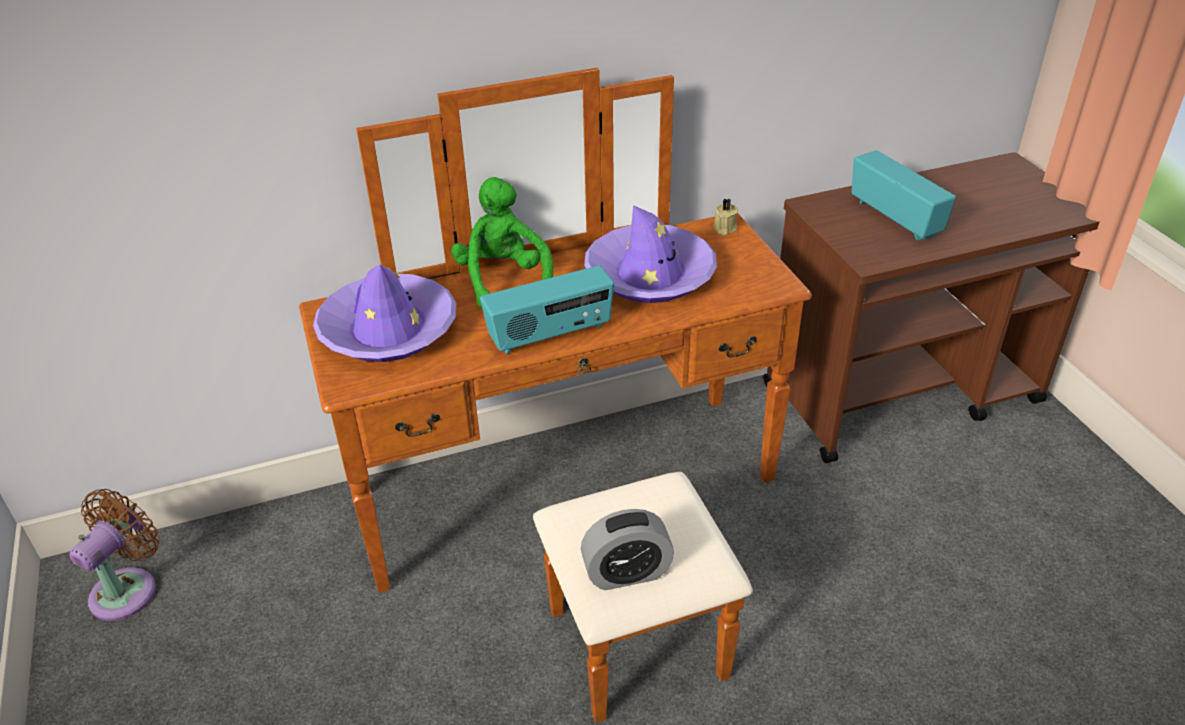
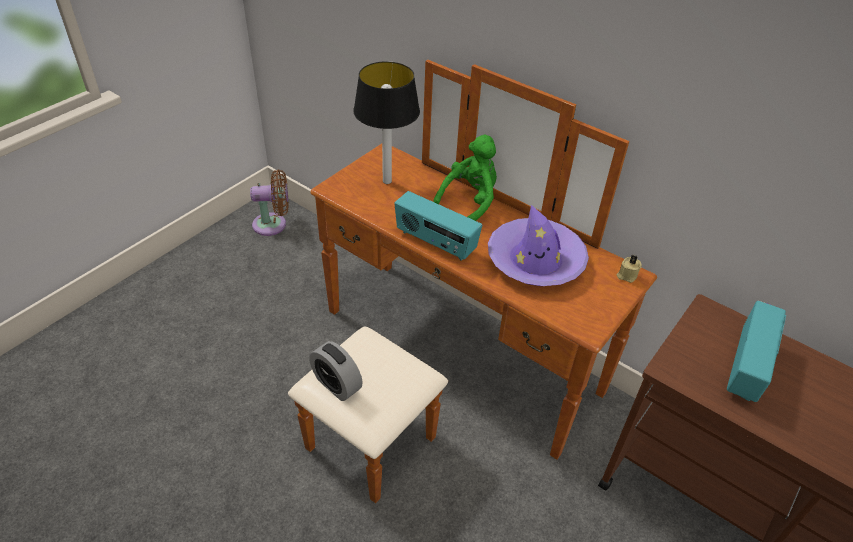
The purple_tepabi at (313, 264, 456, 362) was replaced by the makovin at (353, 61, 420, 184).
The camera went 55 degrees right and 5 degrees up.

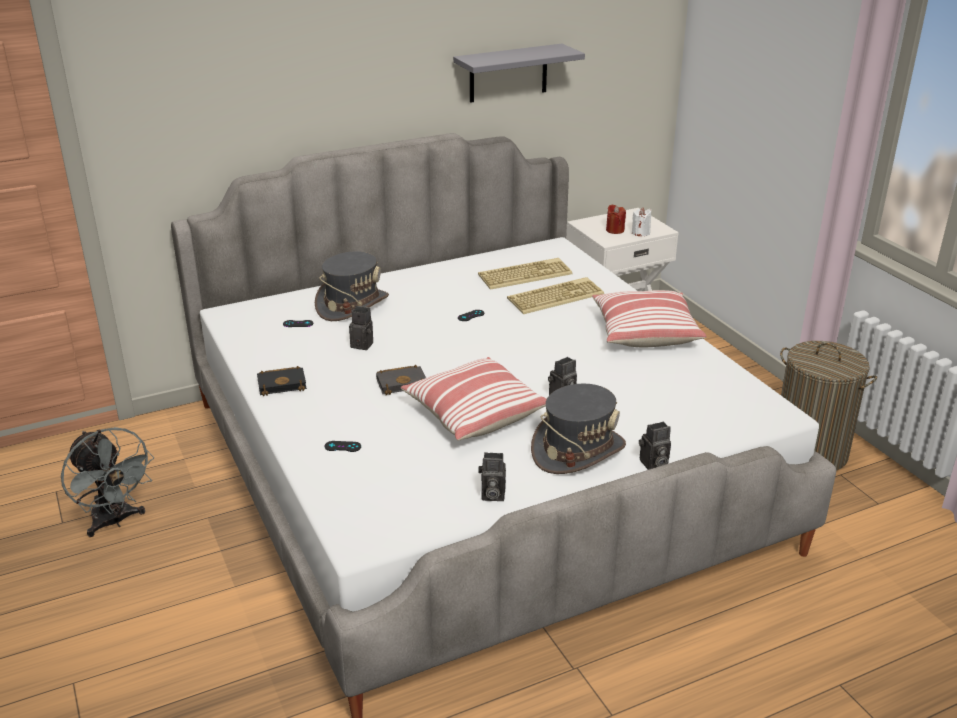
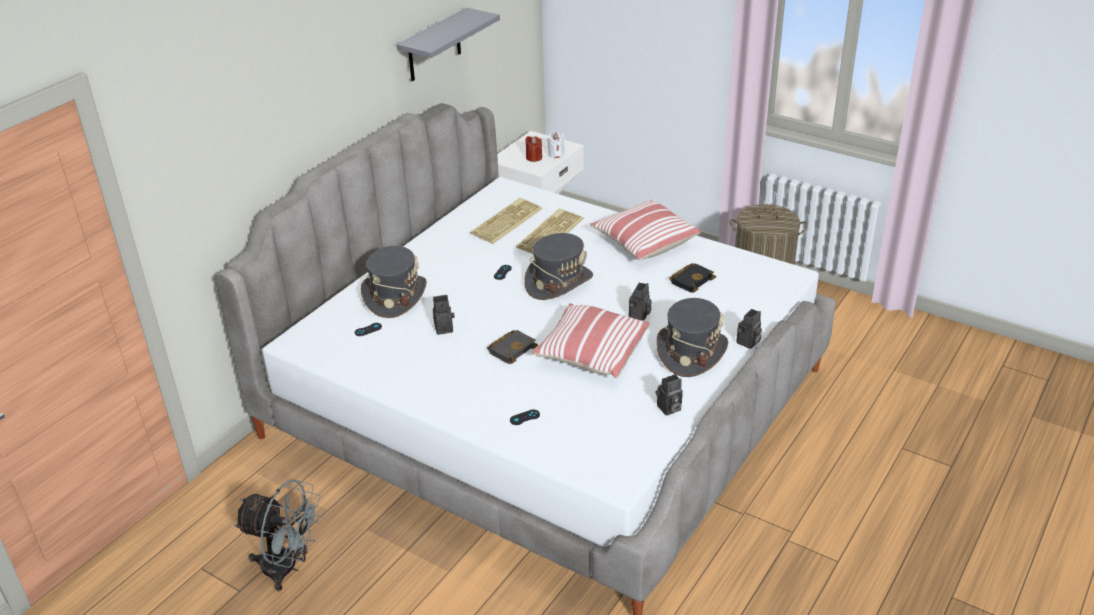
The grey_tepabi at (524, 233, 593, 300) appeared.
The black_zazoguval moved from (257, 366, 307, 396) to (669, 263, 716, 293).
The camera went 30 degrees left and 5 degrees up.

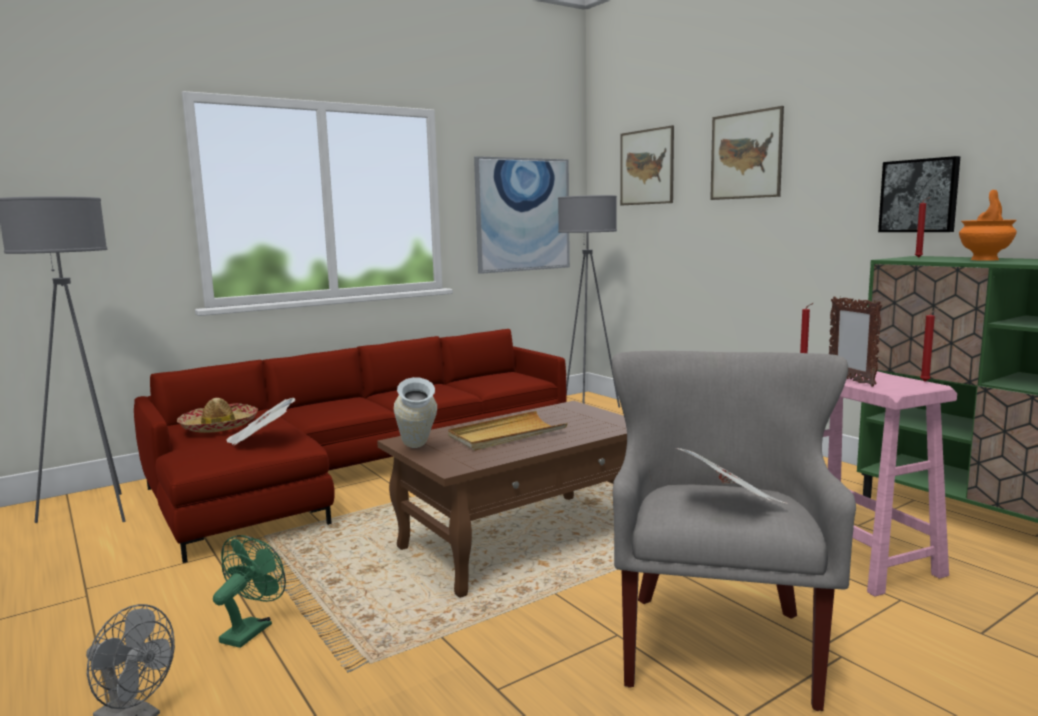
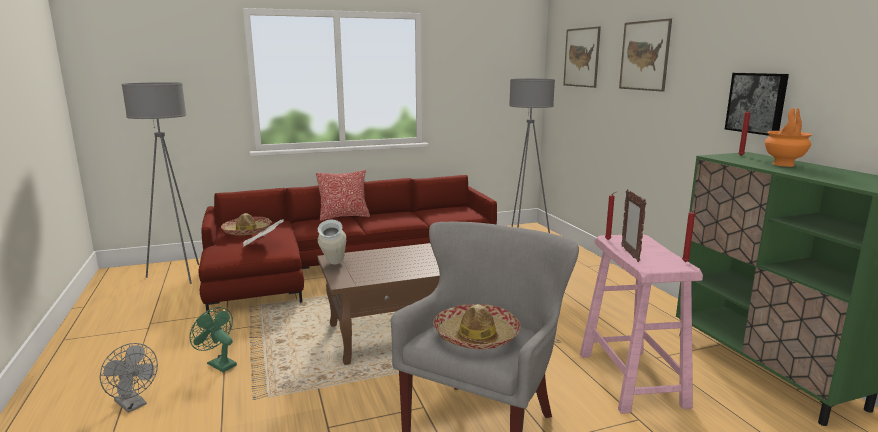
The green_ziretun at (213, 535, 286, 648) turned 90 degrees counterclockwise.
The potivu at (316, 170, 370, 221) appeared.
The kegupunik at (676, 448, 786, 503) was replaced by the tepabi at (433, 304, 521, 349).
The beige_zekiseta at (448, 411, 568, 451) disappeared.
The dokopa at (474, 156, 570, 274) disappeared.
The camera went 15 degrees right and 5 degrees up.

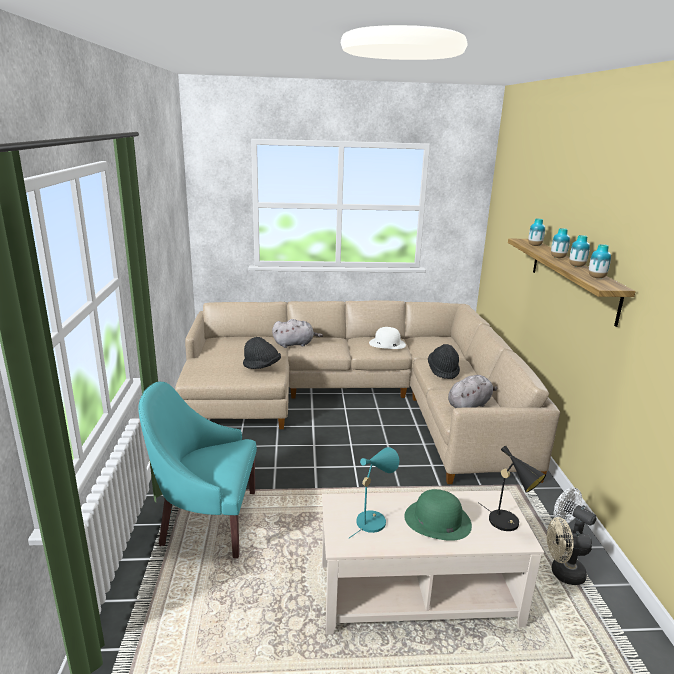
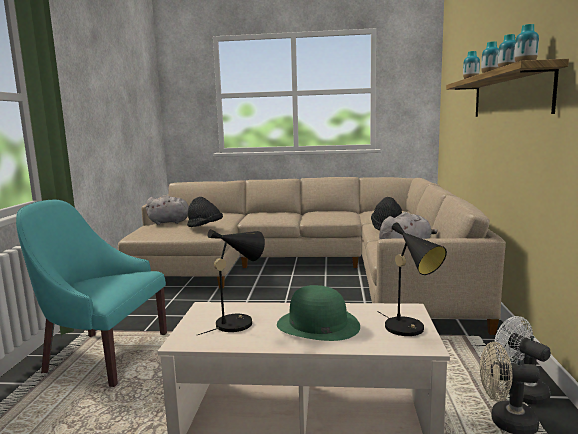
The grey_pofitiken moved from (272, 319, 323, 348) to (145, 195, 189, 225).
The turquoise_makovin at (349, 447, 399, 538) became the black_makovin at (198, 229, 265, 335).
The white_tepabi at (369, 327, 406, 349) disappeared.
The camera went 10 degrees right and 10 degrees down.

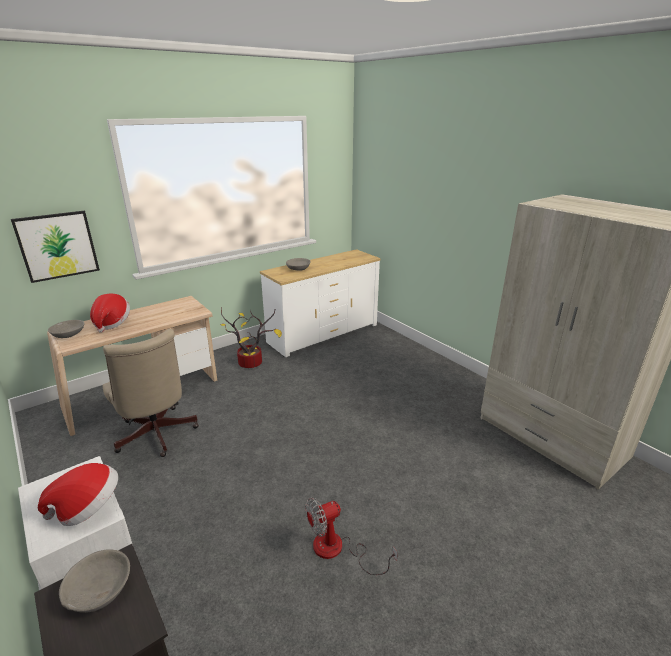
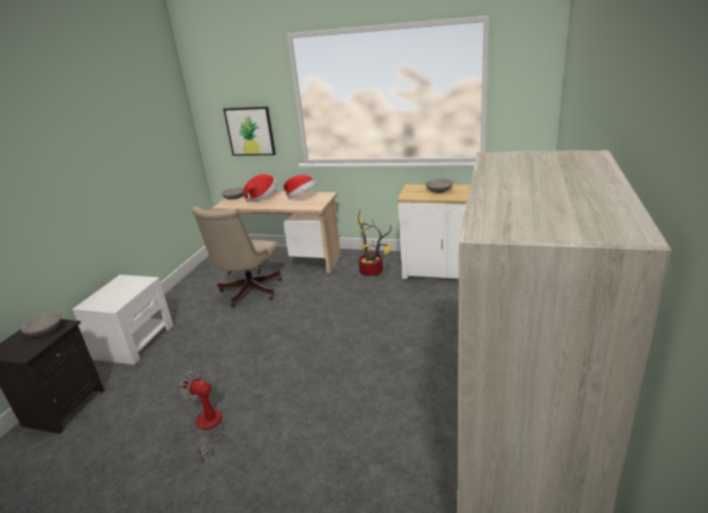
The tepabi moved from (38, 463, 118, 526) to (284, 175, 317, 199).
The camera went 55 degrees right and 0 degrees up.

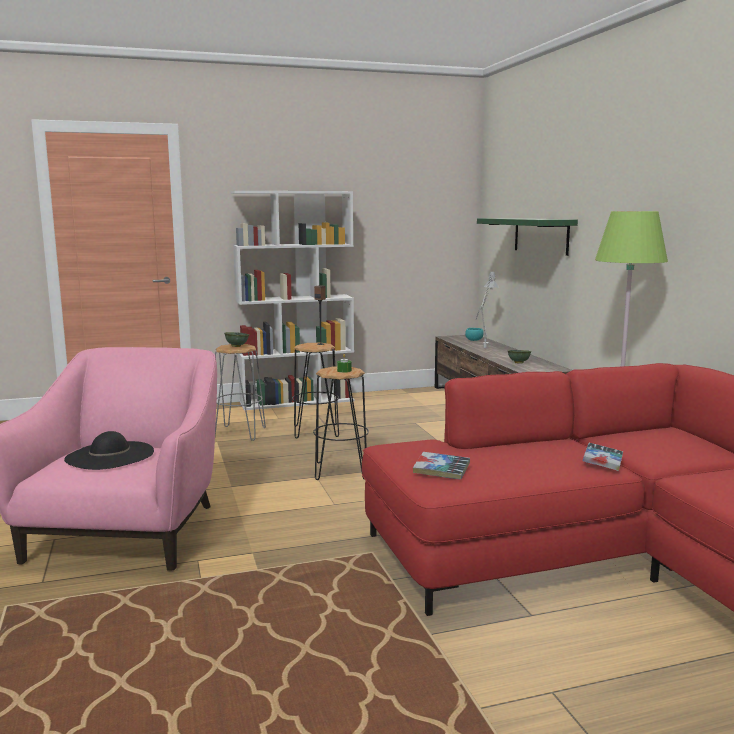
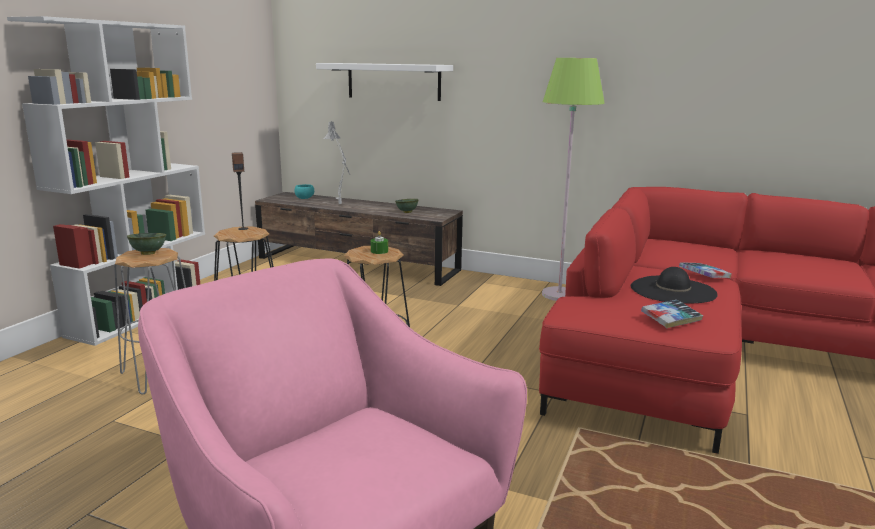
The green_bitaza at (477, 218, 578, 256) became the white_bitaza at (316, 63, 453, 101).
The black_tepabi moved from (64, 431, 154, 470) to (631, 267, 718, 304).
The camera went 50 degrees left and 5 degrees up.

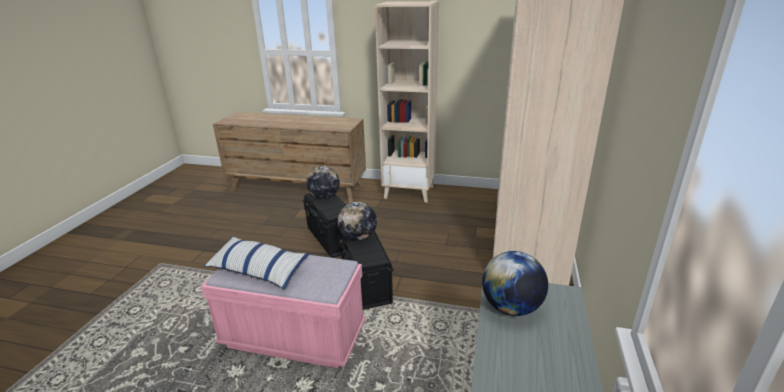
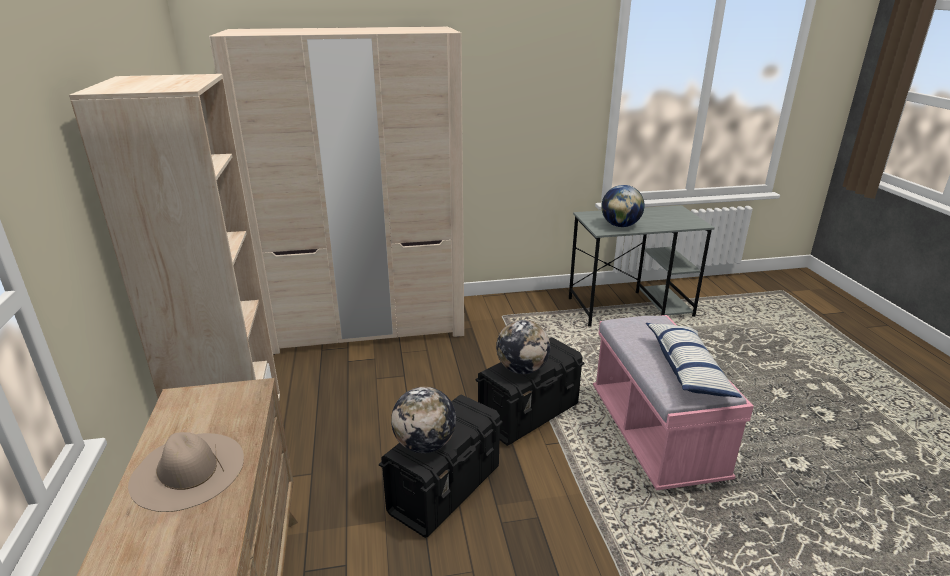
The beige_tepabi at (128, 432, 244, 512) appeared.
The camera went 115 degrees left and 0 degrees up.

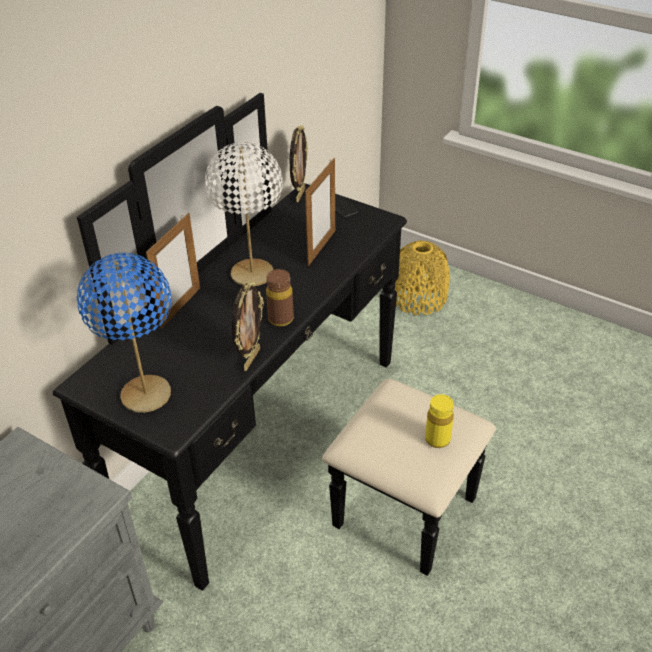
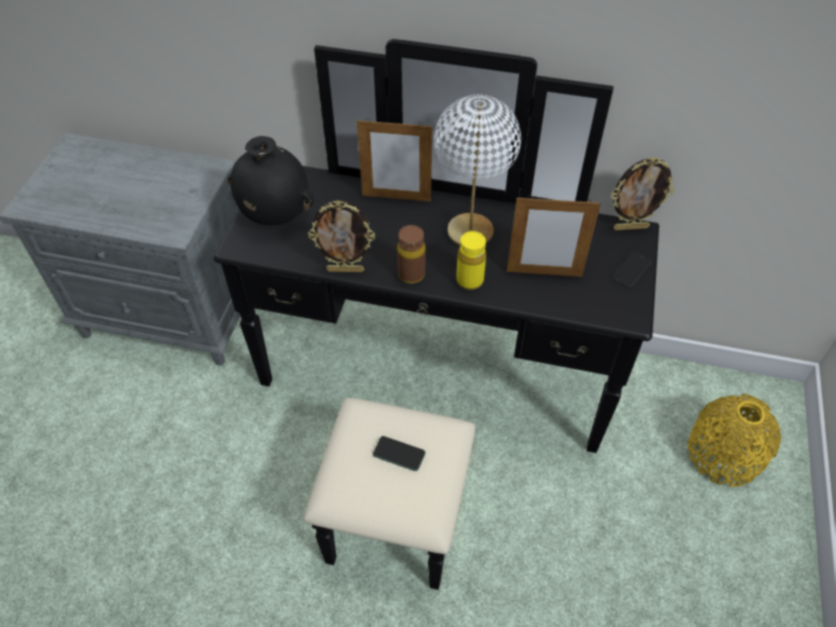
The blue_makovin at (77, 253, 171, 413) was replaced by the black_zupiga at (228, 136, 314, 225).
The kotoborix at (373, 436, 425, 471) appeared.
The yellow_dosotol moved from (425, 394, 454, 448) to (456, 231, 486, 290).
The camera went 70 degrees right and 10 degrees up.

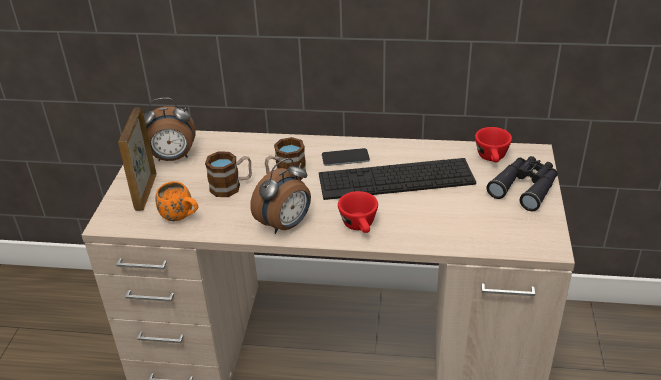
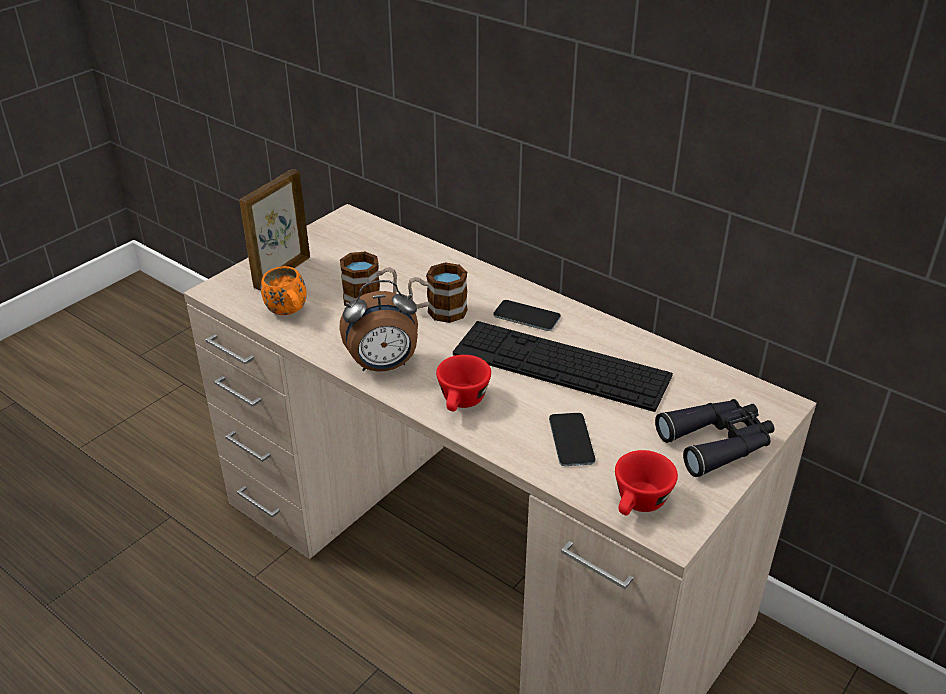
The kotoborix at (549, 413, 596, 466) appeared.
The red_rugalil moved from (475, 127, 512, 162) to (615, 450, 678, 516).
The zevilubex at (143, 98, 195, 161) disappeared.
The camera went 30 degrees right and 0 degrees up.

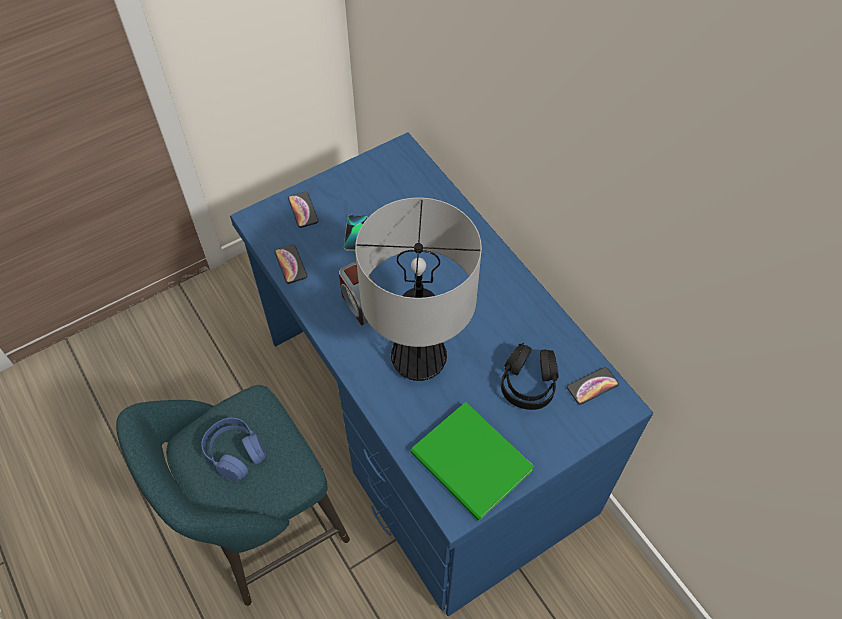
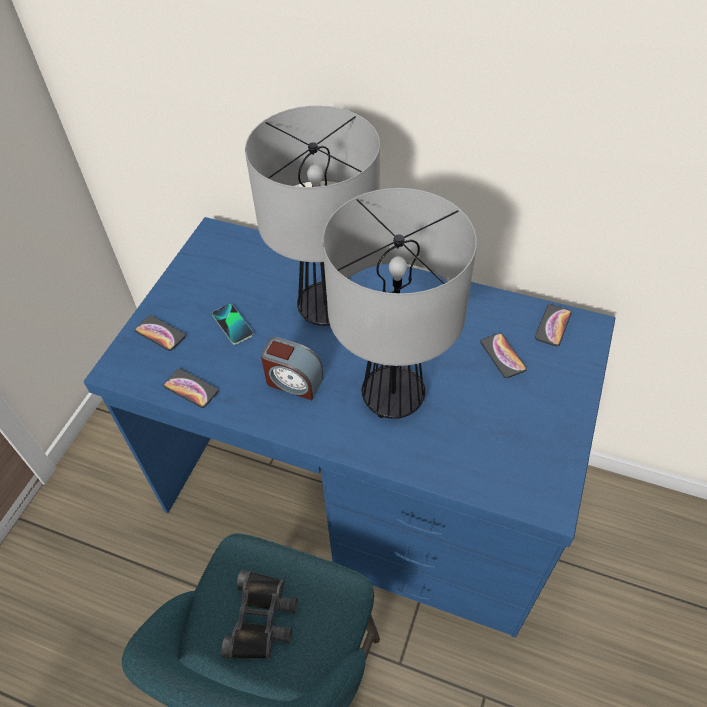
The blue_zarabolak at (201, 418, 266, 481) was replaced by the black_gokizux at (221, 570, 297, 659).
The makovin at (245, 106, 380, 326) appeared.
The black_zarabolak at (501, 342, 559, 410) was replaced by the kotoborix at (480, 333, 527, 378).
The green_zazoguval at (410, 402, 534, 521) disappeared.
The camera went 35 degrees left and 5 degrees down.

